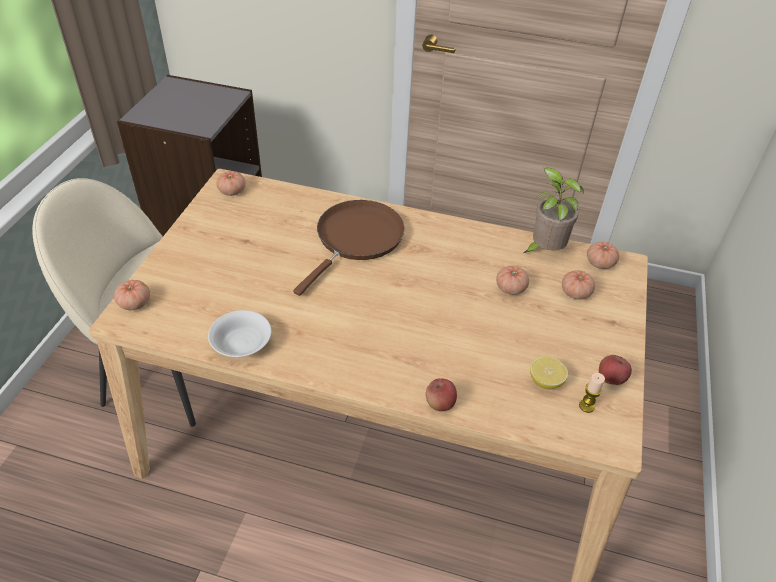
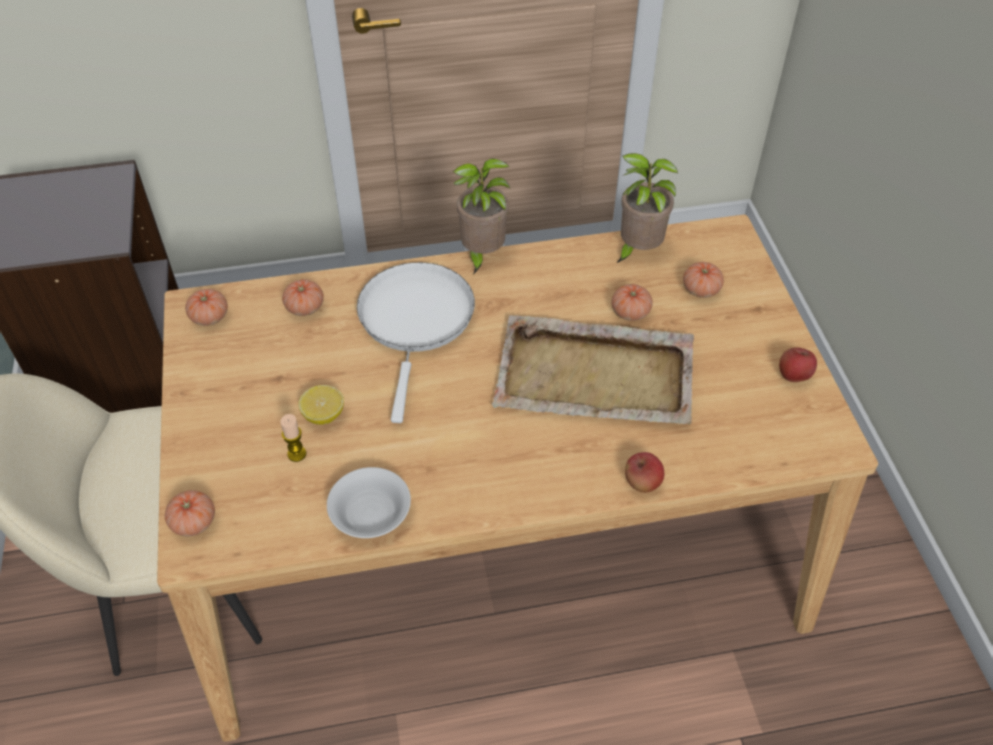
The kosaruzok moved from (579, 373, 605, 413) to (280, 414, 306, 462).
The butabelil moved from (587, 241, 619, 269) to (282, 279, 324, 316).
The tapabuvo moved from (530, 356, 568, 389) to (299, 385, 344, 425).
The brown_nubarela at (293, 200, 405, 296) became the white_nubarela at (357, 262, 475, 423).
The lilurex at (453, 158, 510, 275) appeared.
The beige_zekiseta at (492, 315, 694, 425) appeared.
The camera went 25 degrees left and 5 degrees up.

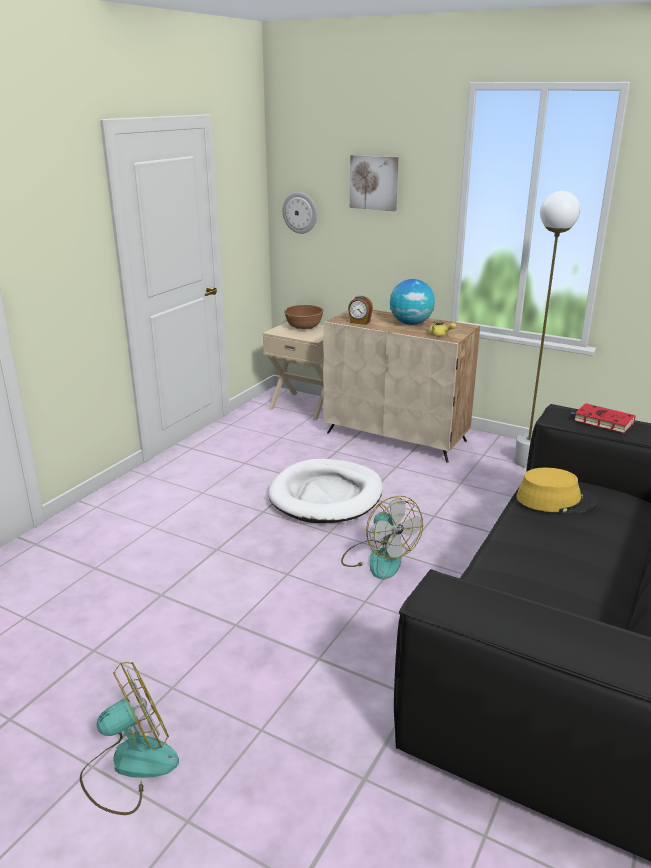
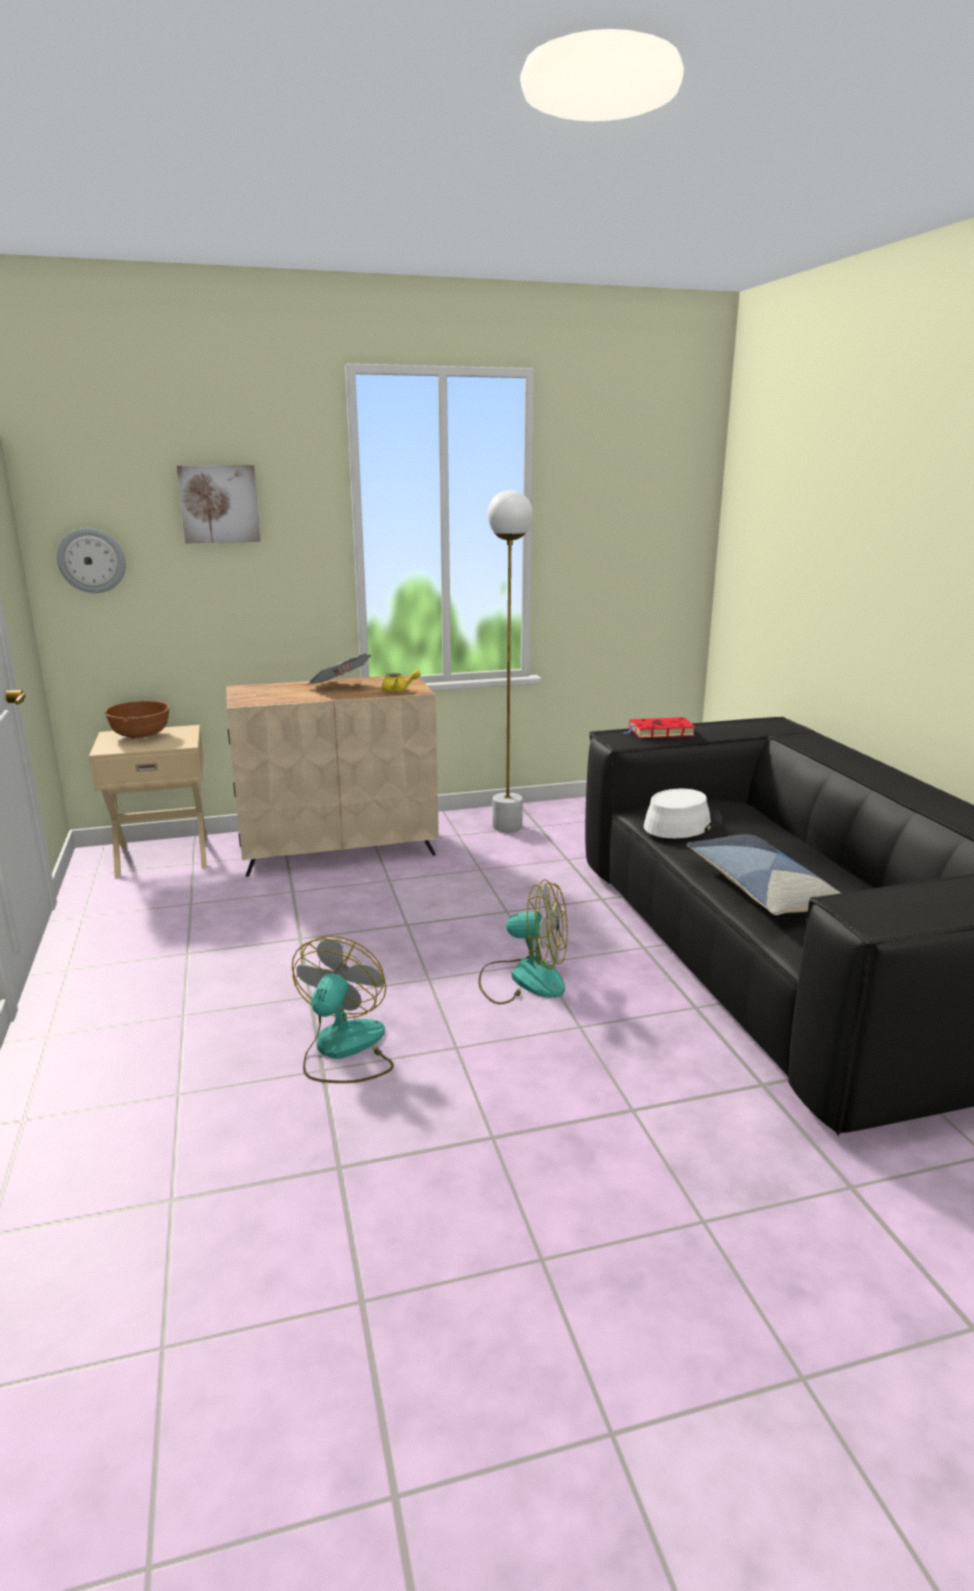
The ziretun moved from (80, 662, 179, 815) to (292, 936, 394, 1083).
The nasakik at (390, 279, 435, 325) was replaced by the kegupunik at (307, 654, 372, 685).
The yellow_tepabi at (516, 468, 596, 514) became the white_tepabi at (644, 788, 722, 838).
The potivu at (687, 834, 841, 915) appeared.
The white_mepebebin at (268, 459, 383, 523) disappeared.
The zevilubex at (348, 296, 373, 325) disappeared.
The camera went 45 degrees left and 5 degrees down.

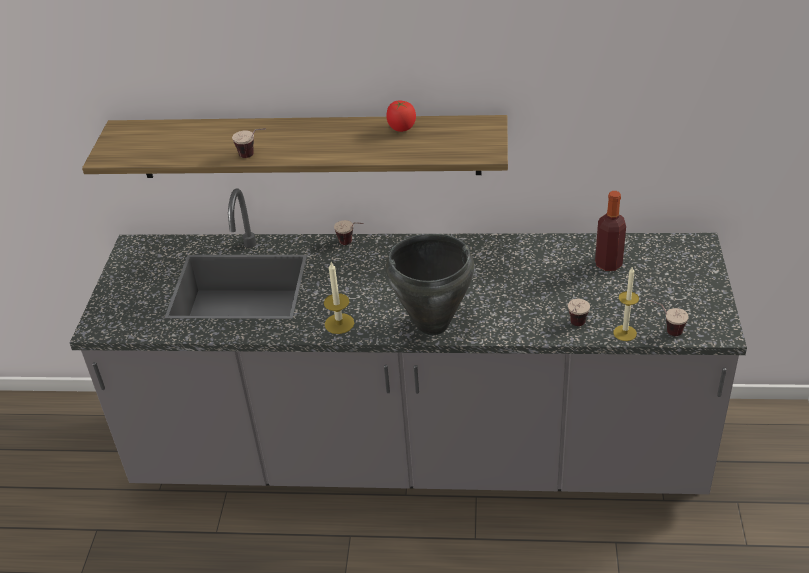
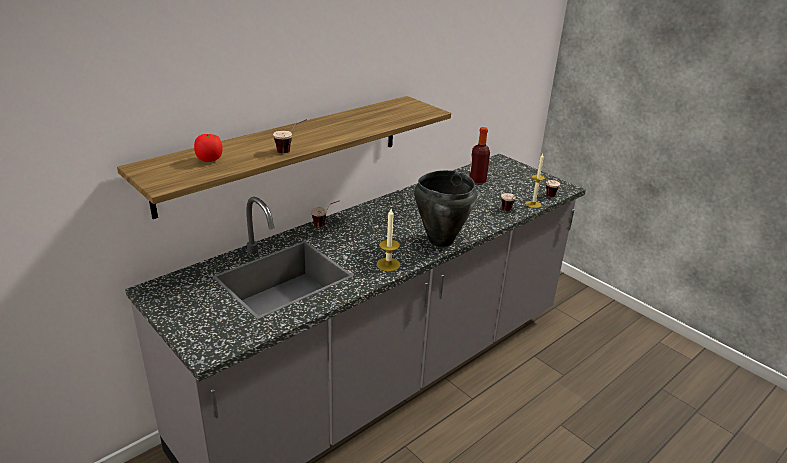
The butabelil moved from (386, 101, 416, 132) to (194, 133, 222, 162).
The camera went 50 degrees left and 10 degrees down.

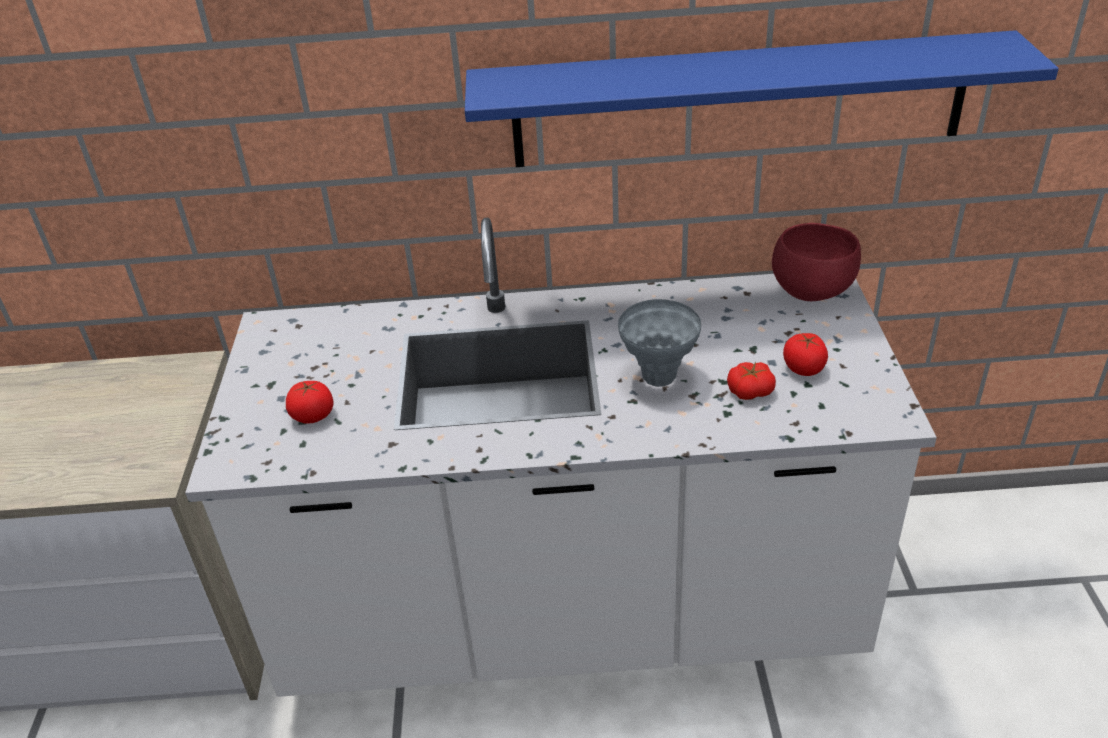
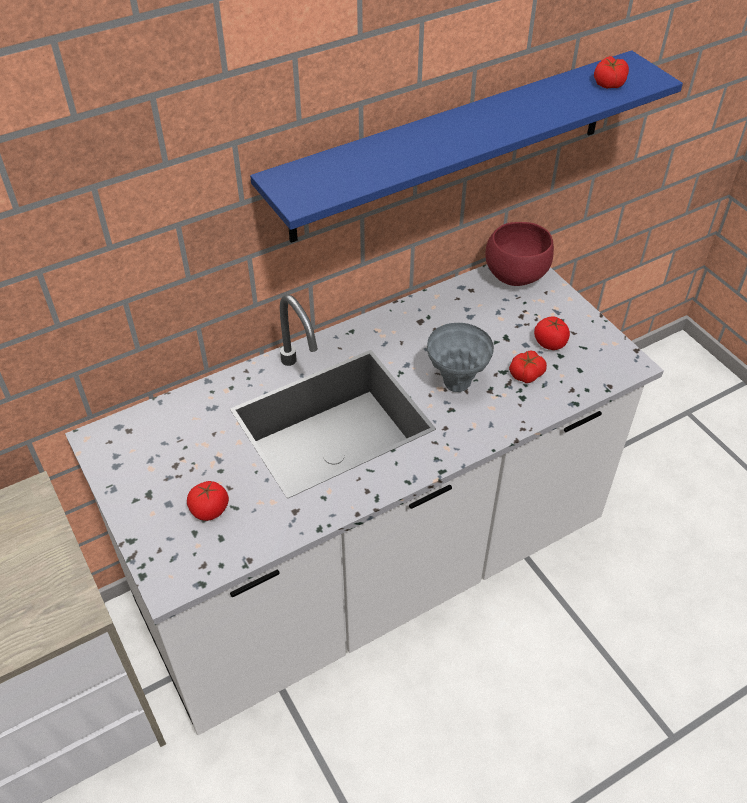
The butabelil at (594, 56, 629, 89) appeared.
The camera went 30 degrees left and 10 degrees up.

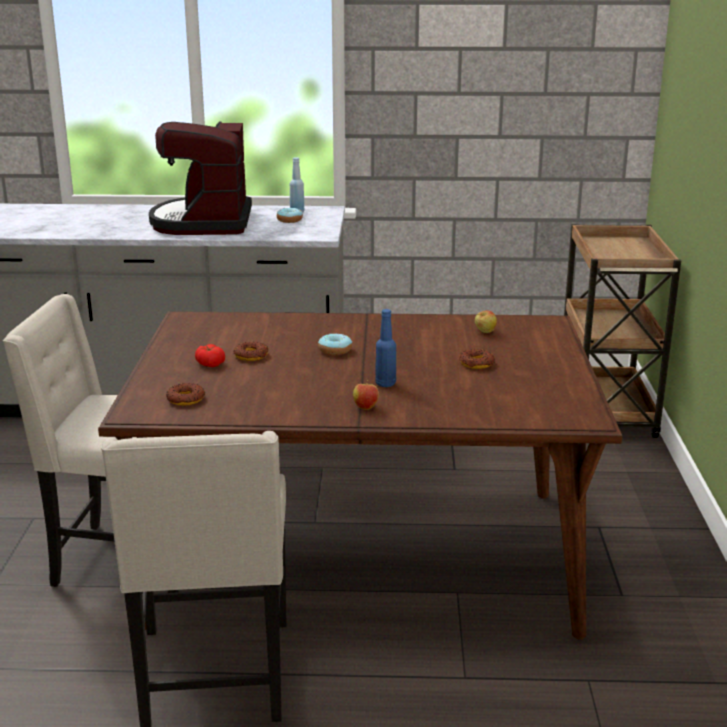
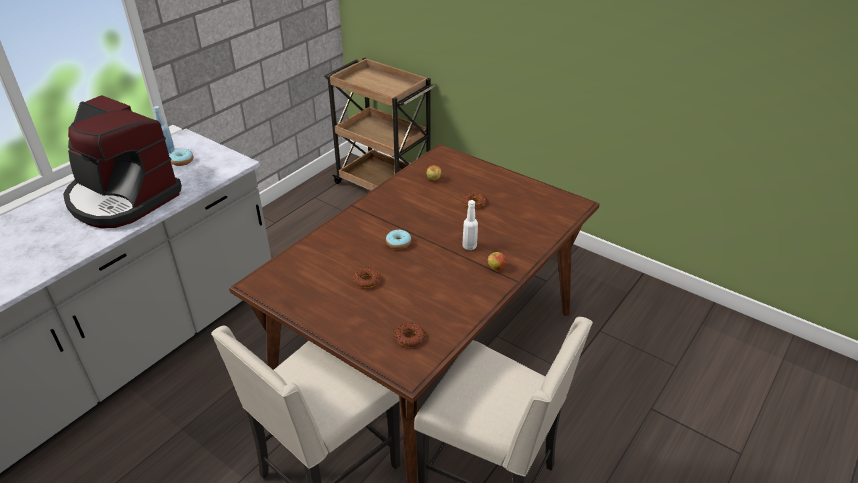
The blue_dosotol at (375, 309, 396, 387) became the white_dosotol at (463, 200, 478, 250).
The butabelil at (195, 344, 225, 367) disappeared.
The camera went 55 degrees left and 15 degrees up.

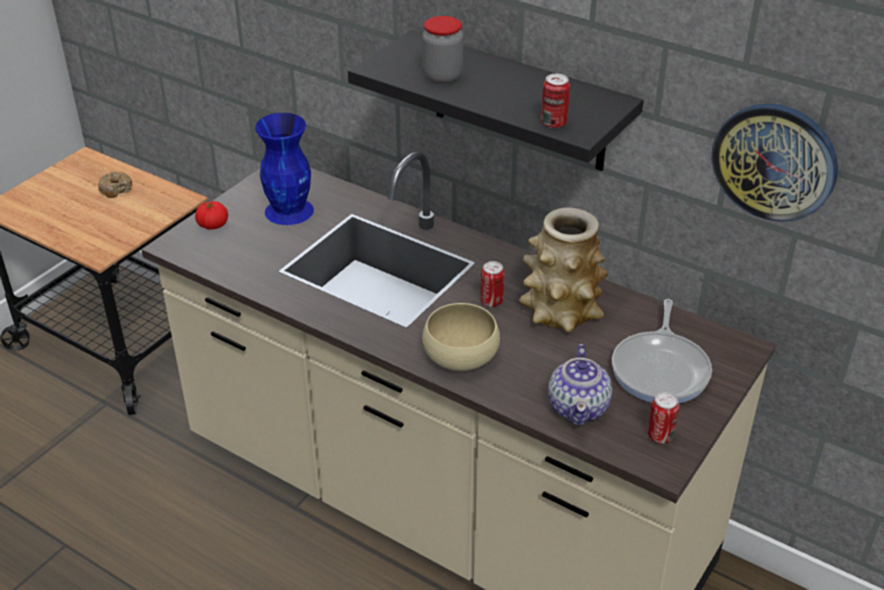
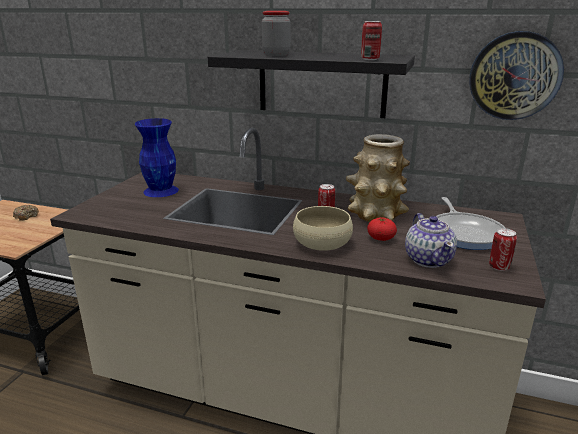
The butabelil moved from (195, 201, 228, 230) to (367, 217, 397, 241).
The camera went 15 degrees left and 15 degrees down.

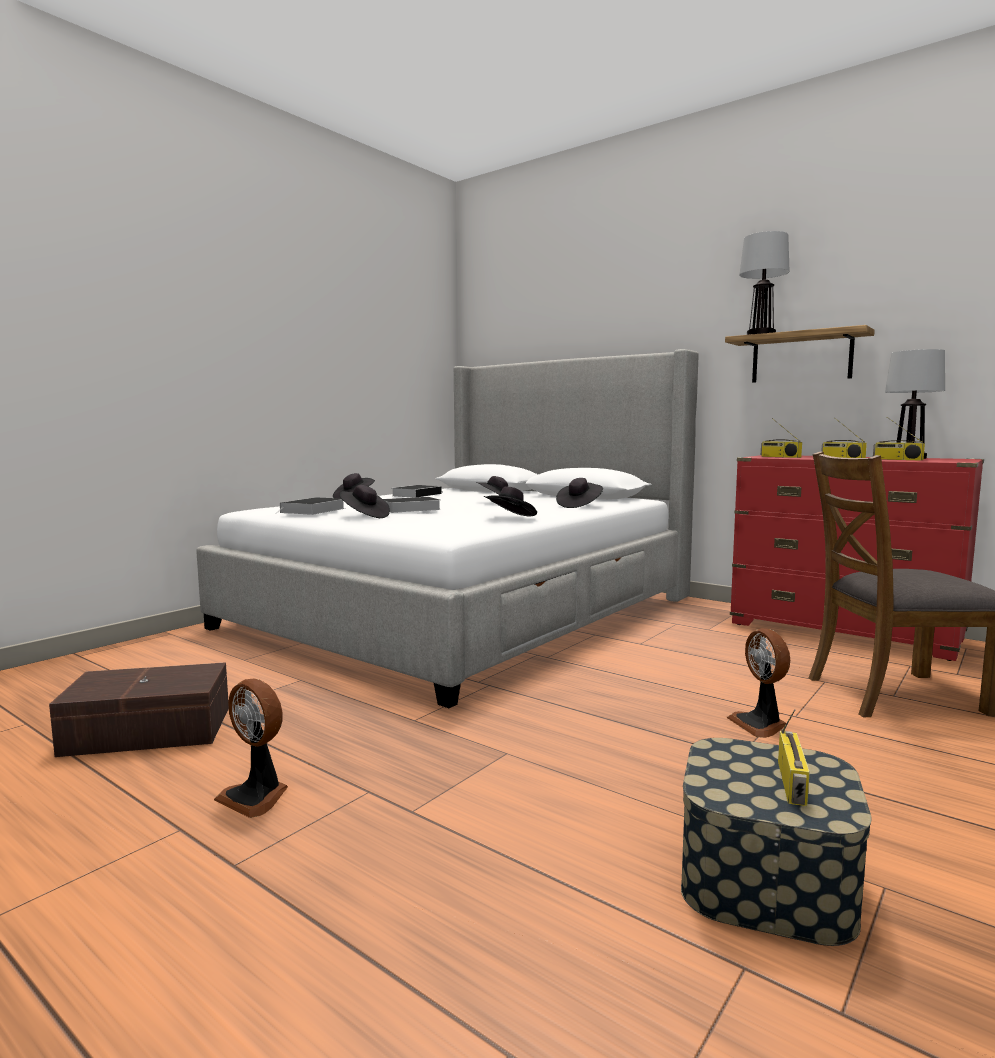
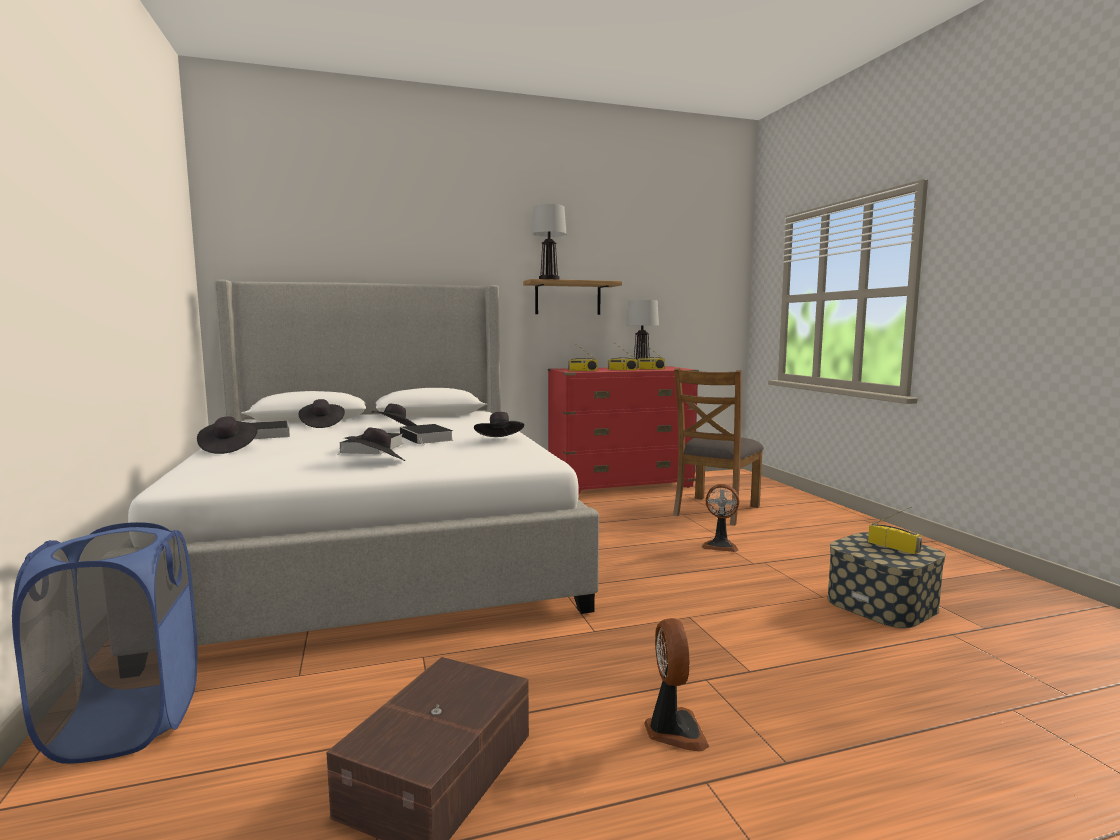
The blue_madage at (12, 522, 198, 764) appeared.
The black_tepabi moved from (556, 478, 603, 508) to (299, 399, 345, 428).
The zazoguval moved from (275, 497, 345, 515) to (400, 424, 454, 445).
The ziretun at (214, 678, 288, 818) turned 75 degrees counterclockwise.
The camera went 55 degrees left and 0 degrees up.

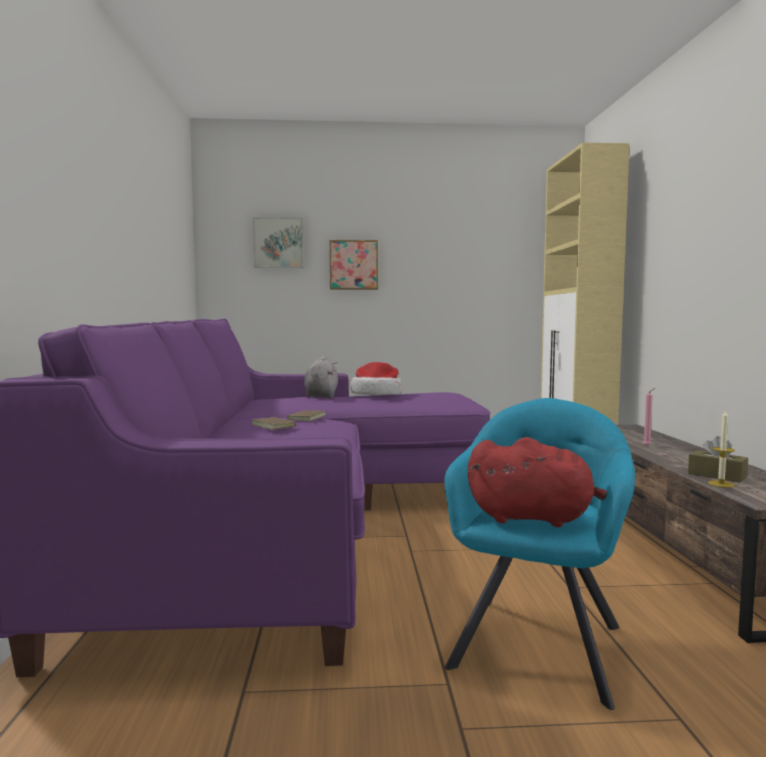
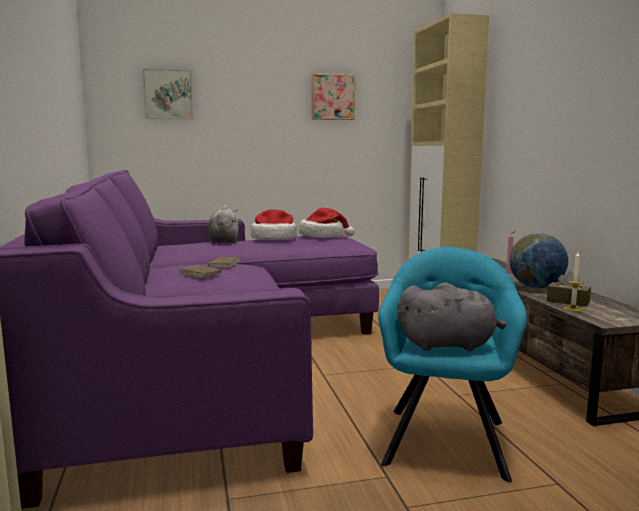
The tepabi at (299, 208, 355, 238) appeared.
The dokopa moved from (329, 240, 378, 290) to (311, 73, 355, 120).
The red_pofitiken at (468, 437, 608, 527) became the grey_pofitiken at (397, 283, 507, 351).
The nasakik at (510, 233, 568, 288) appeared.
The camera went 10 degrees left and 5 degrees up.

